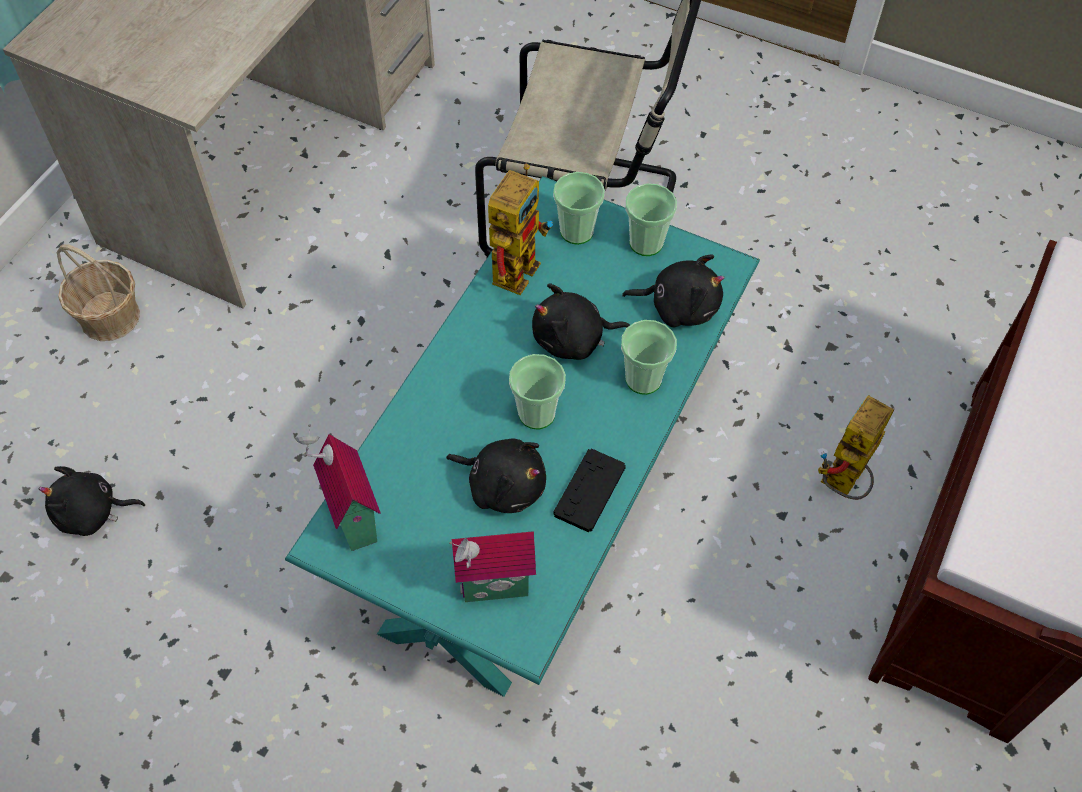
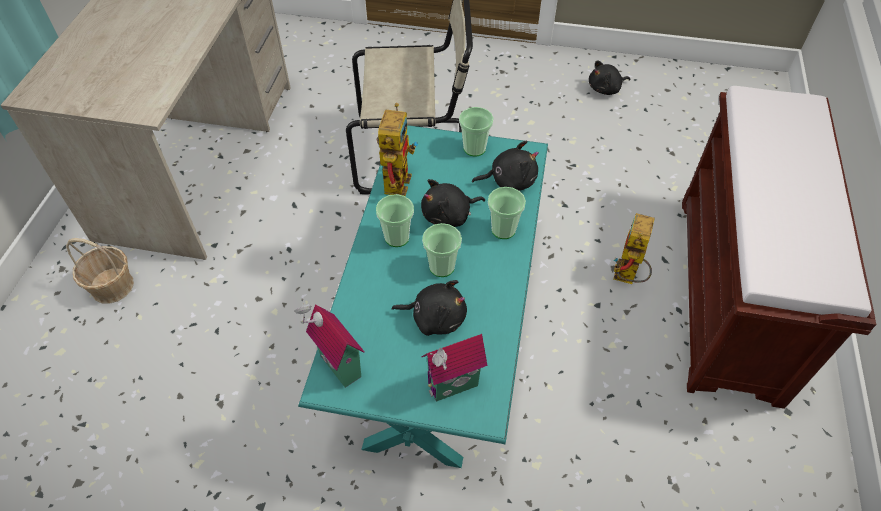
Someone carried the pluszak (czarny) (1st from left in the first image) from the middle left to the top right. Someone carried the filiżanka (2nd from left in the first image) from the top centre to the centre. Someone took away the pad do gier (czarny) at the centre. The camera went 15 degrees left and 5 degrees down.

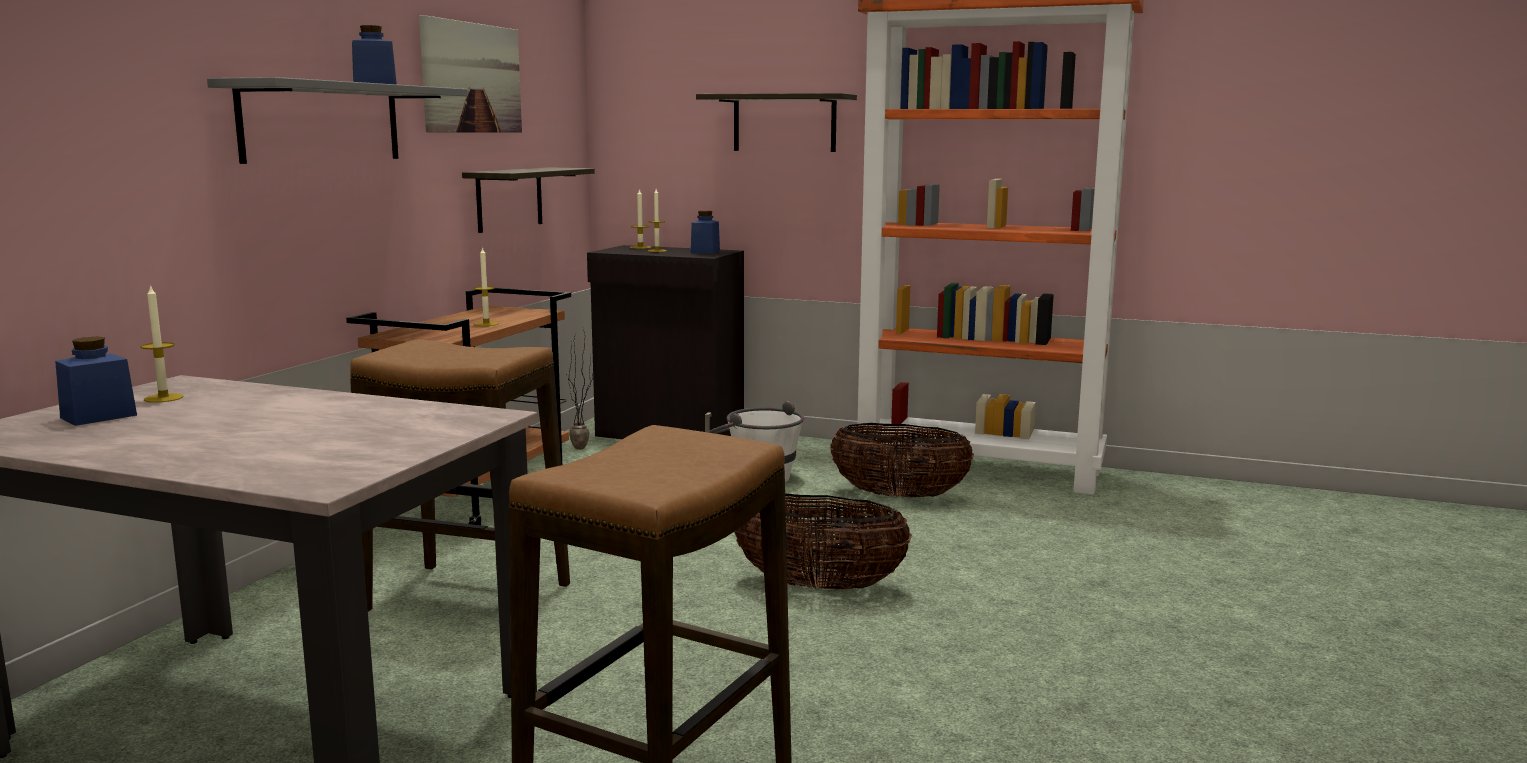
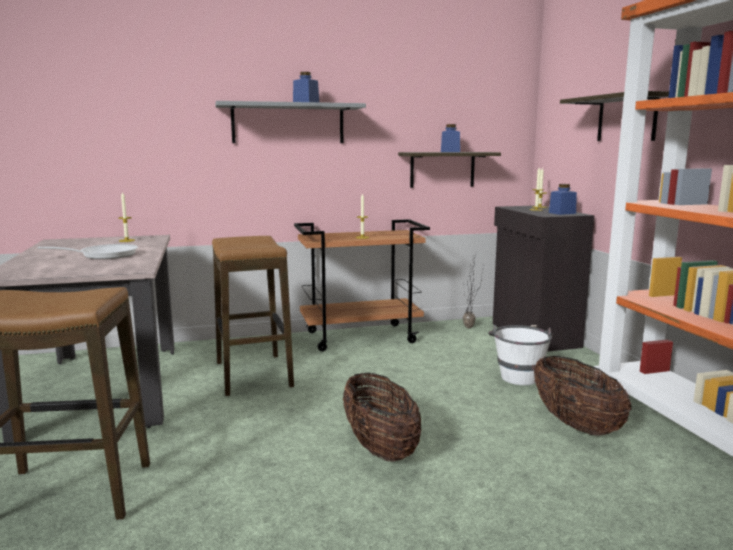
Someone carried the słoik (niebieski) (1st from left in the first image) from the middle left to the top centre. Someone took away the obraz at the top left. Someone put down the patelnia at the middle left. The camera went 55 degrees right and 0 degrees up.

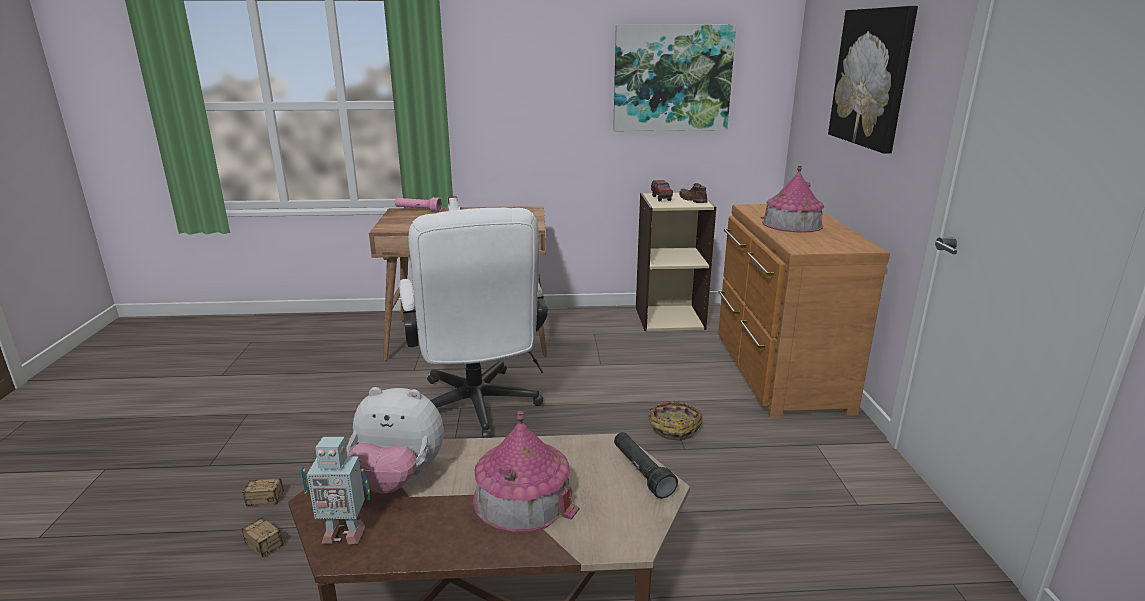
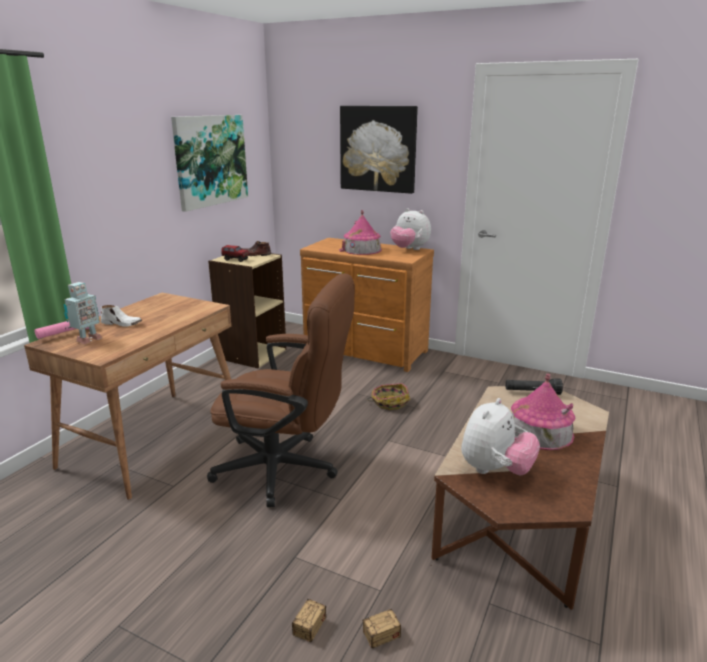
Someone carried the robot zabawkowy from the bottom left to the middle left. Someone repainted the krzesło biurowe (biały) at the centre, which became the krzesło biurowe (brązowy) at the centre. Someone put down the pluszak (1st from left) at the centre. The camera went 60 degrees left and 0 degrees up.

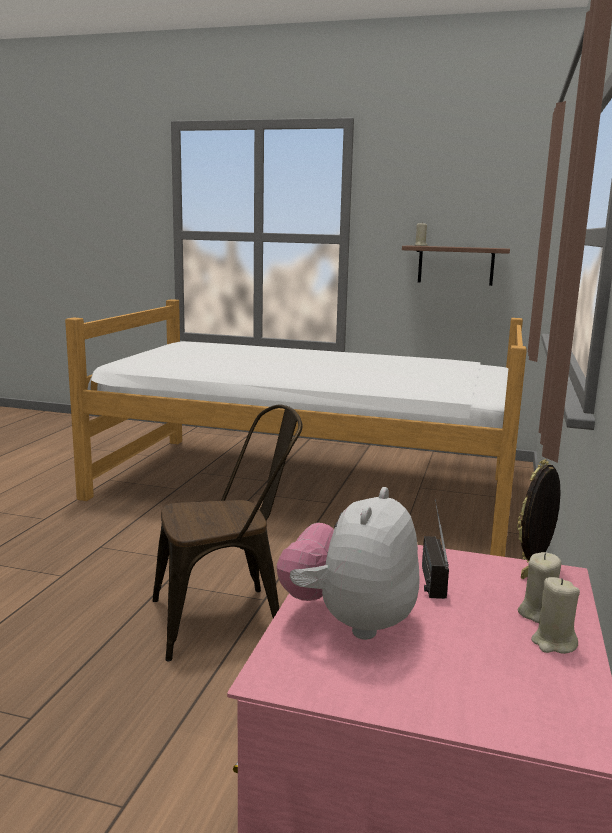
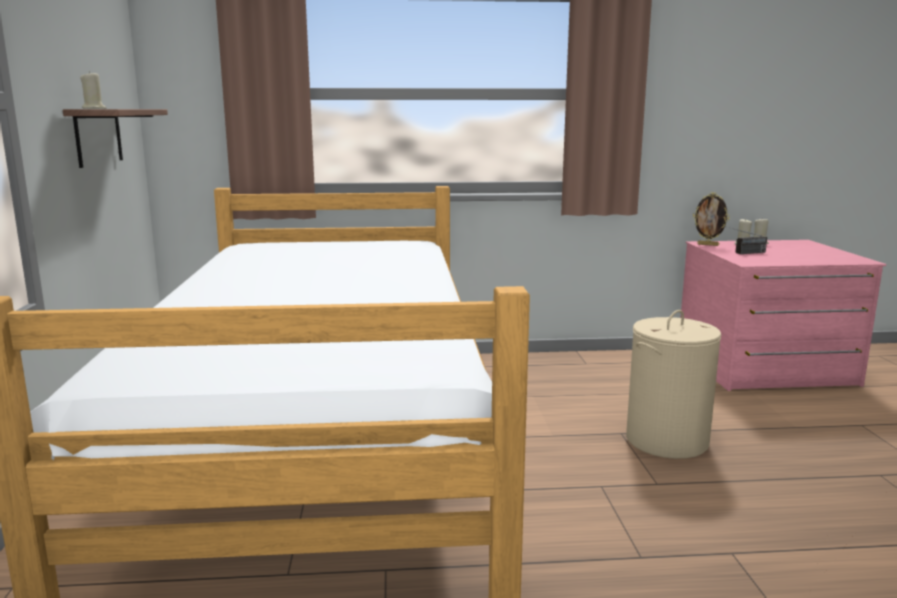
Someone swapped the krzesło (brązowy) at the centre for the kosz na pranie (beżowy) at the middle right. Someone took away the pluszak at the bottom centre. The camera went 110 degrees left and 0 degrees up.

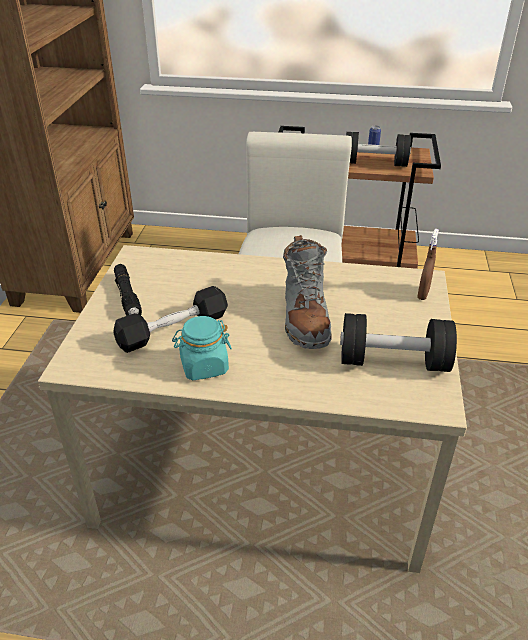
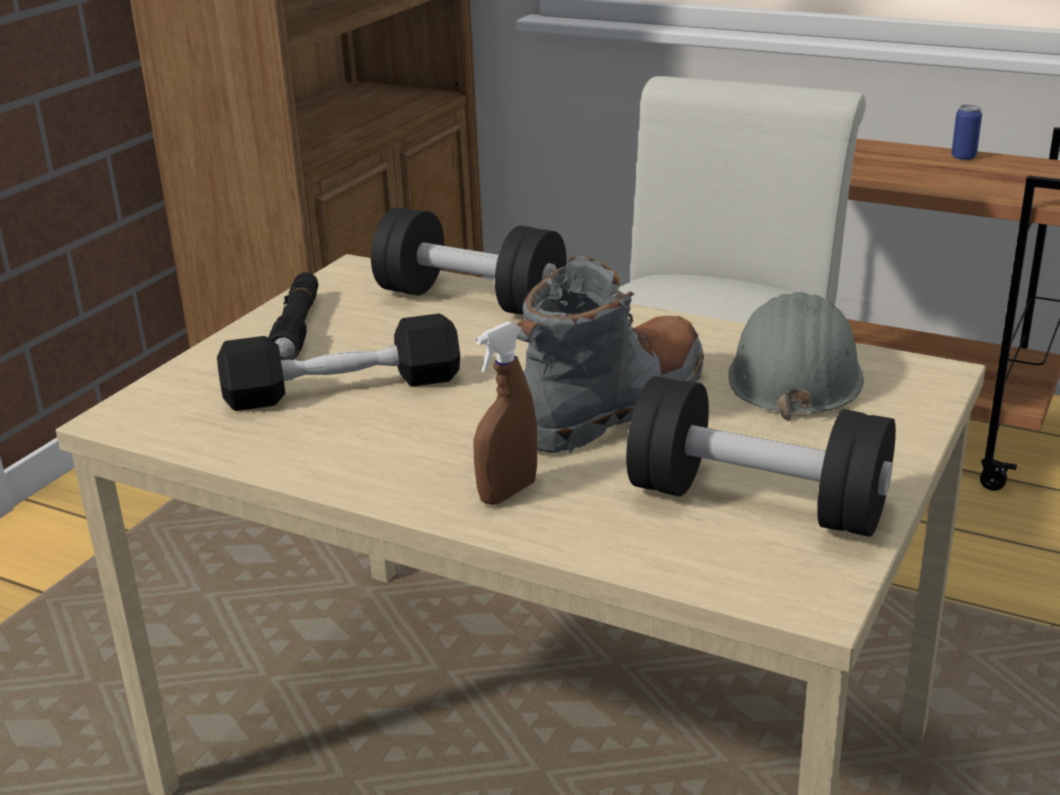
Someone took away the słoik (turkusowy) at the centre. Someone rotated the but z cholewką (szary) at the centre by 150 degrees counterclockwise. Someone carried the hantel (czarny) (2nd from left) from the top right to the top centre. Someone carried the spryskiwacz (brązowy) from the middle right to the centre. Someone put down the kask (szary) at the middle right. The camera went 20 degrees right and 10 degrees down.

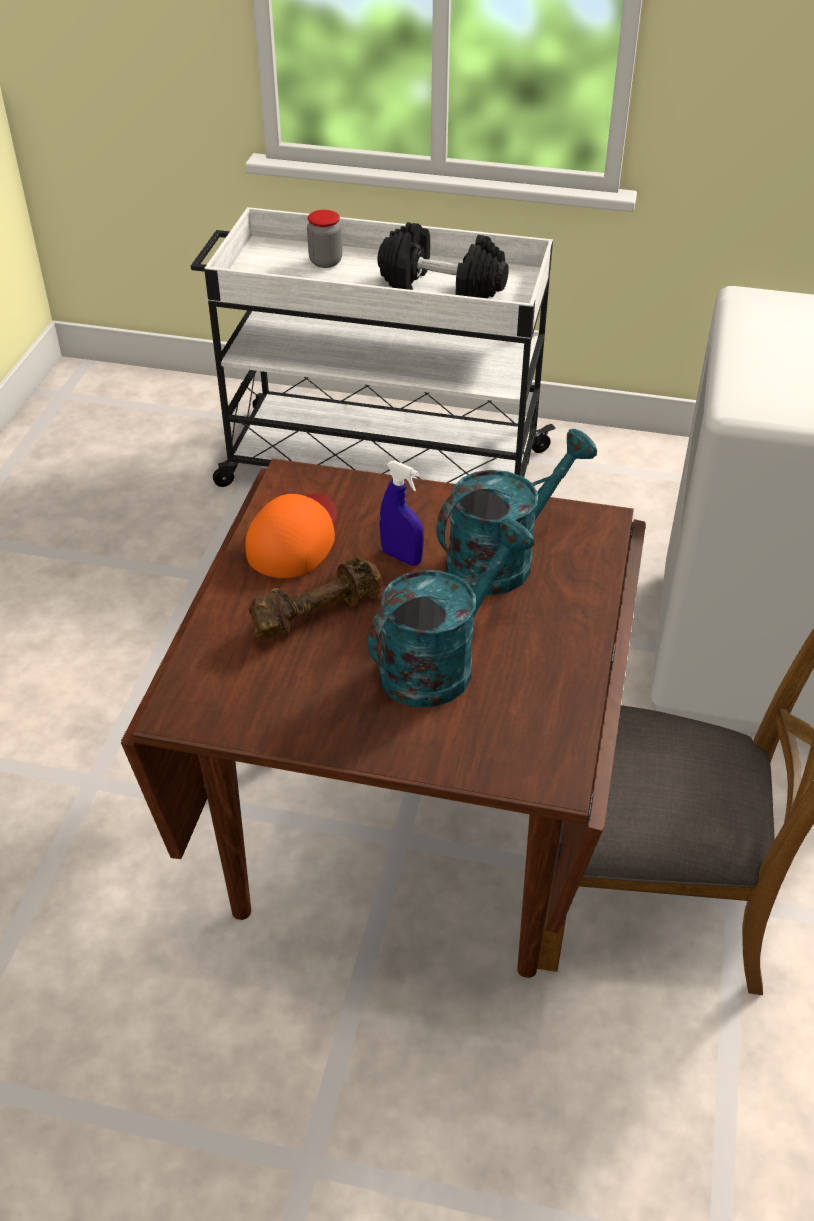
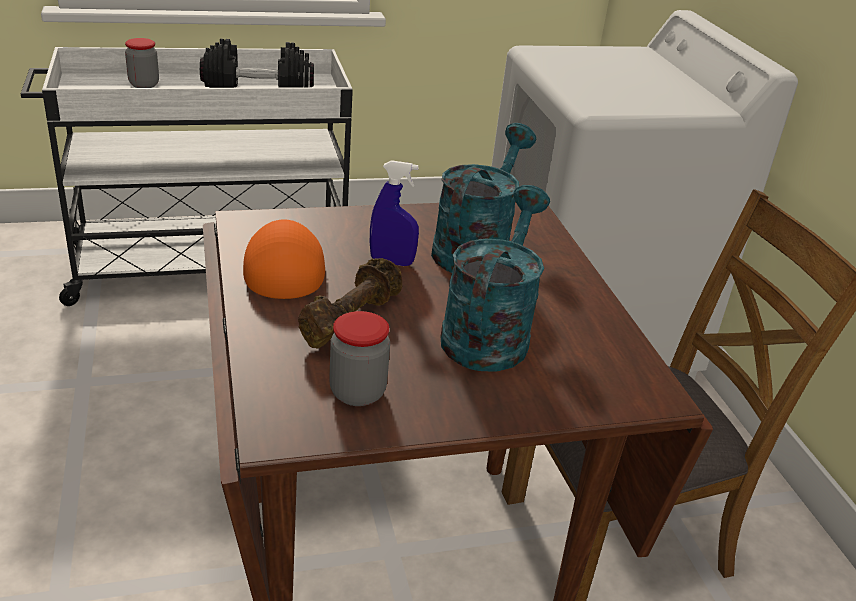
Someone put down the słoik (2nd from left) at the centre. The camera went 30 degrees left and 10 degrees down.

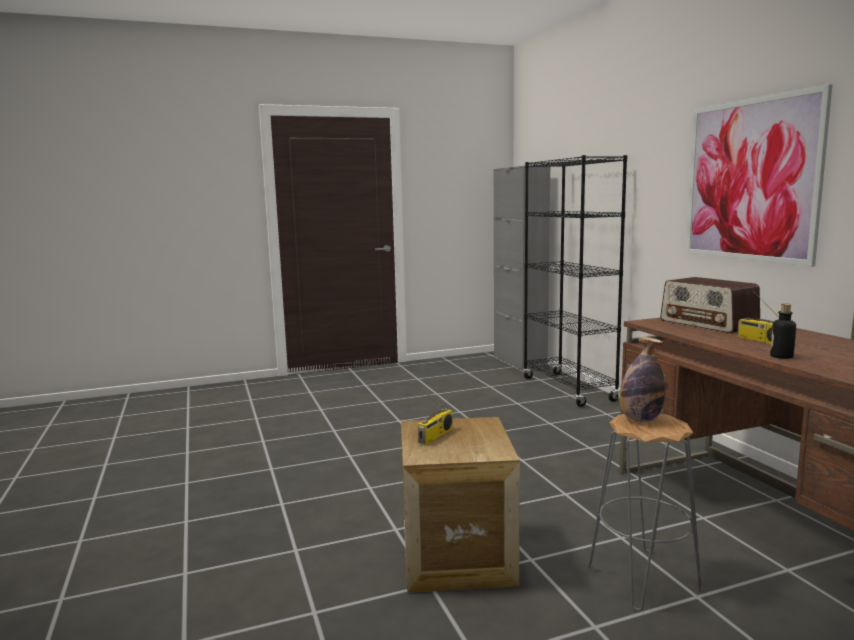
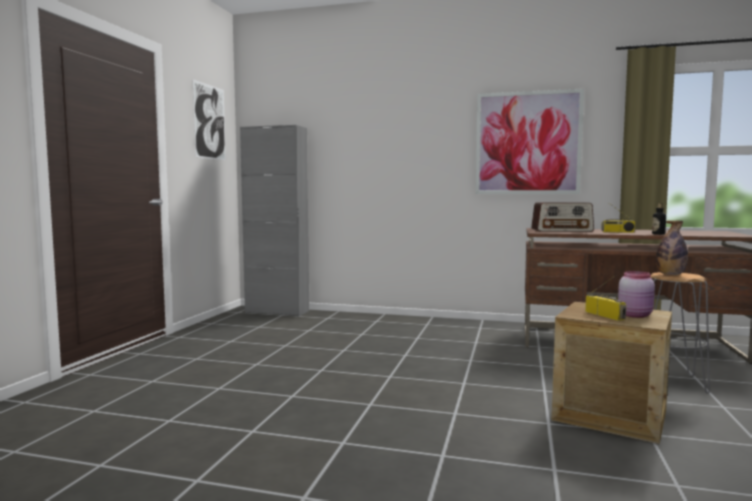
Someone took away the regał (czarny) at the middle right. Someone put up the obraz (1st from left) at the top left. Someone put down the słoik (różowy) at the middle right. The camera went 55 degrees left and 5 degrees down.

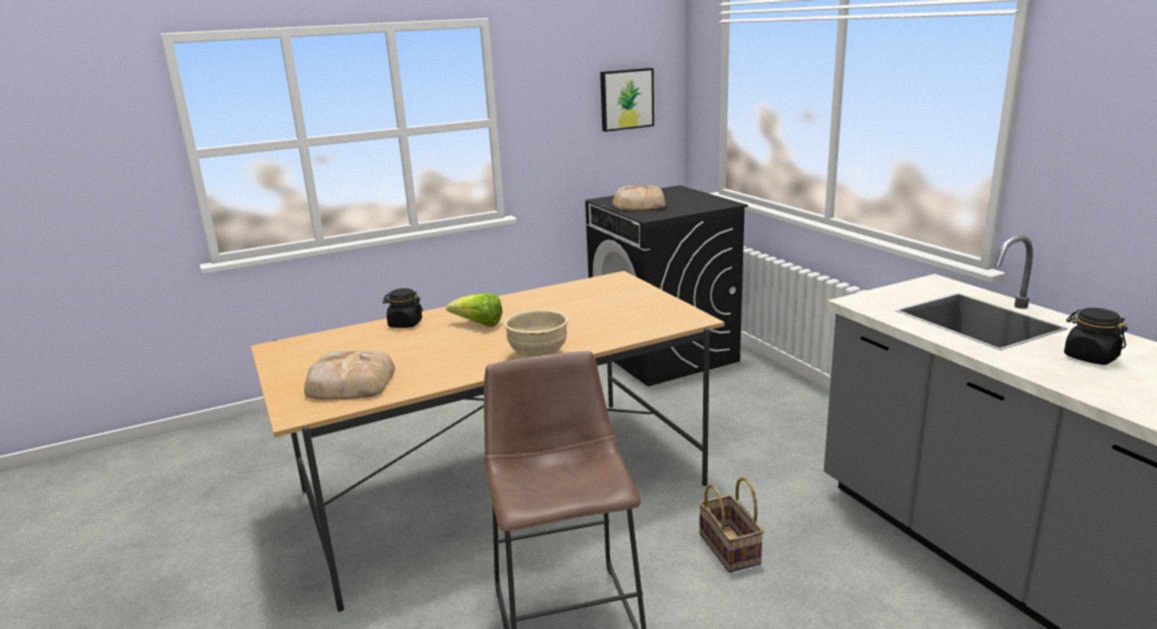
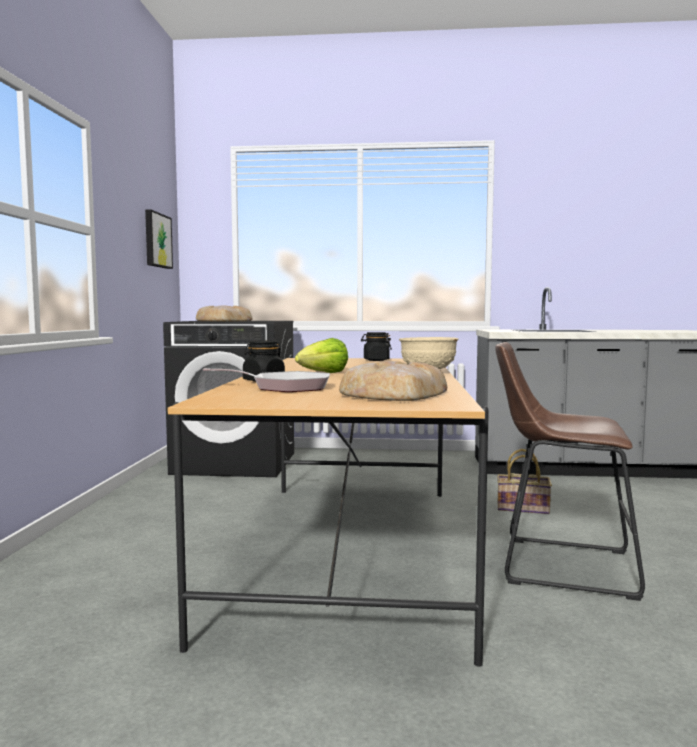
Someone carried the słoik (czarny) (2nd from left) from the middle right to the centre. Someone put down the patelnia at the centre. The camera went 60 degrees left and 15 degrees down.

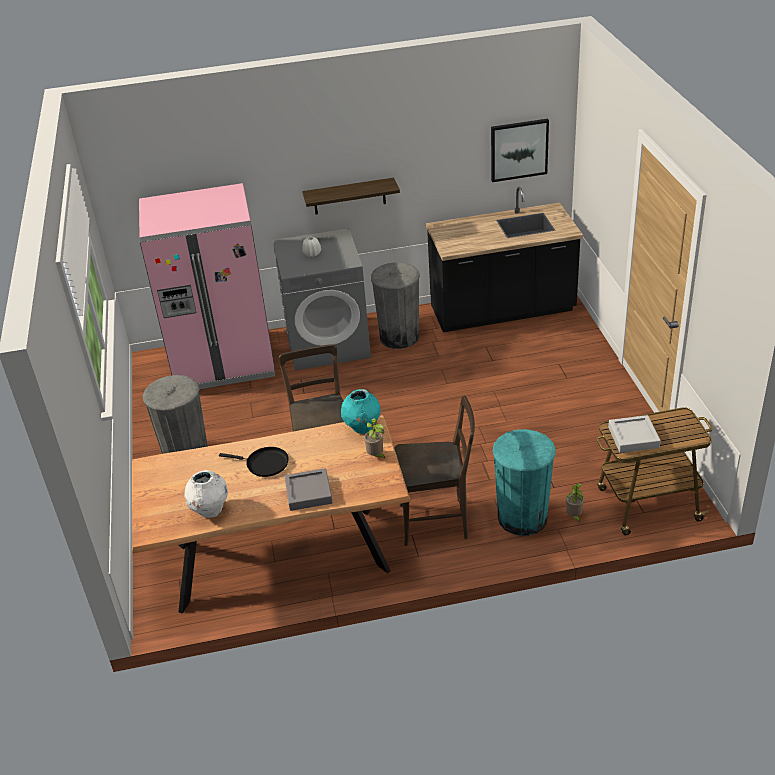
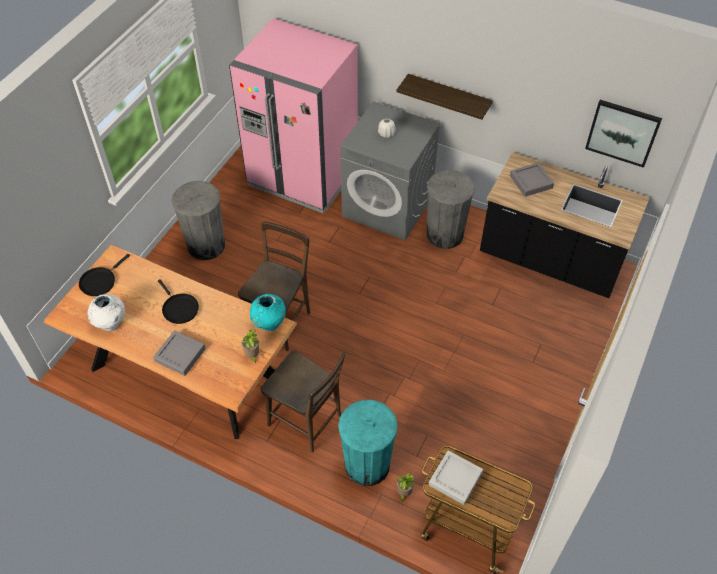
Someone put down the patelnia (czarny) (1st from left) at the middle left. Someone put down the taca (szary) (3rd from left) at the top right. The camera went 35 degrees right and 15 degrees up.

